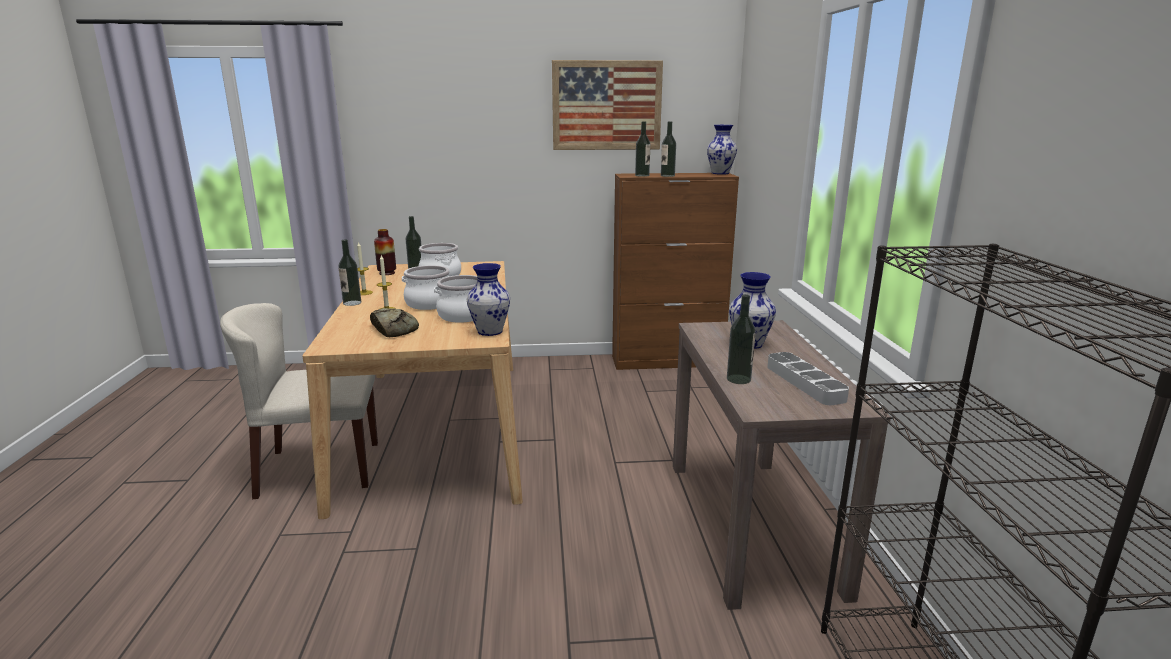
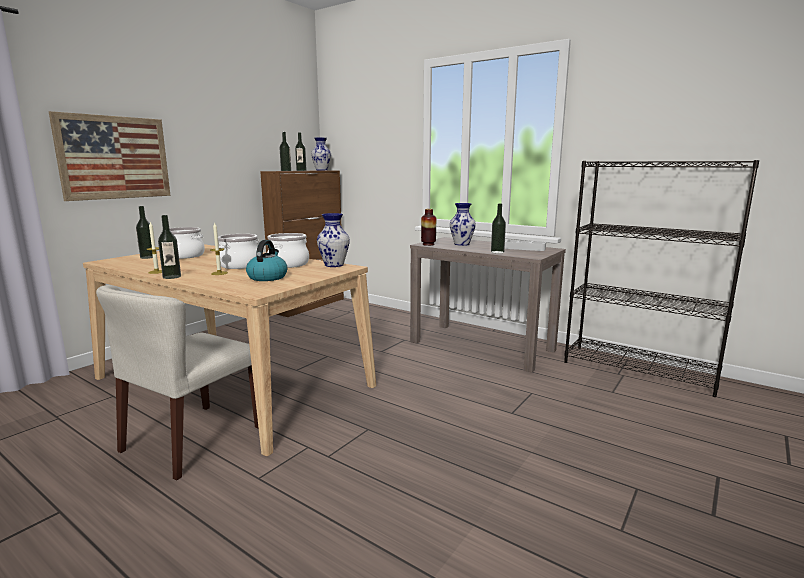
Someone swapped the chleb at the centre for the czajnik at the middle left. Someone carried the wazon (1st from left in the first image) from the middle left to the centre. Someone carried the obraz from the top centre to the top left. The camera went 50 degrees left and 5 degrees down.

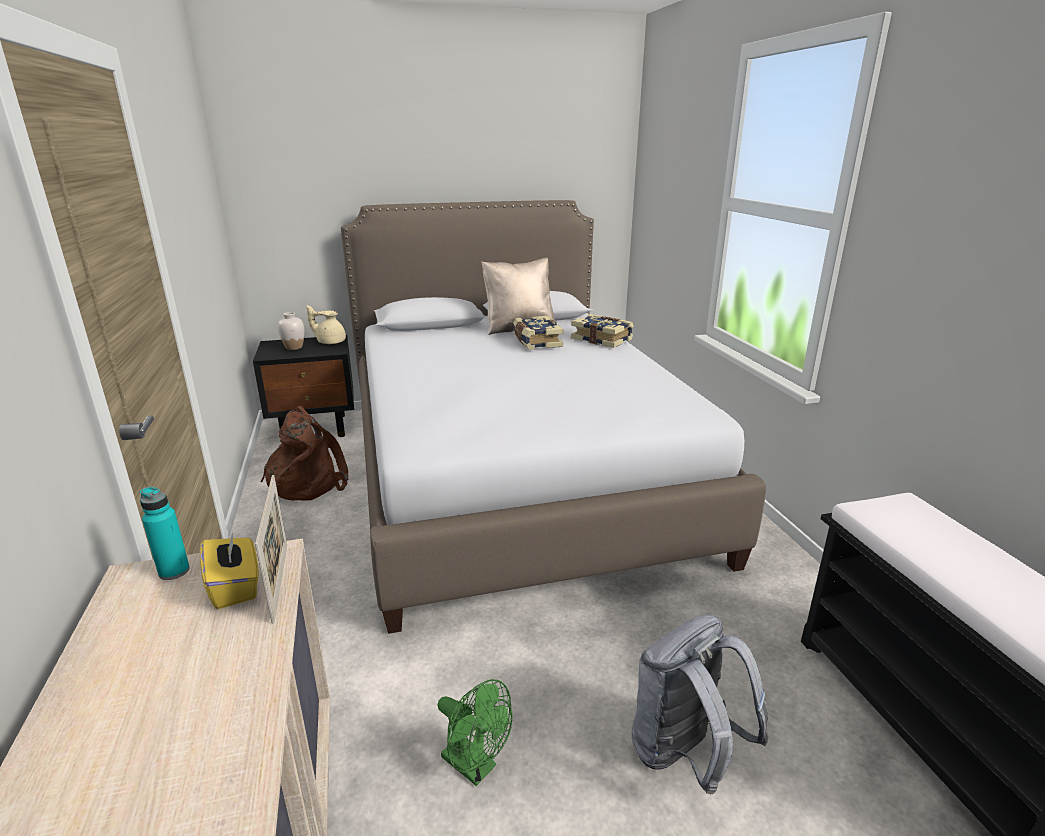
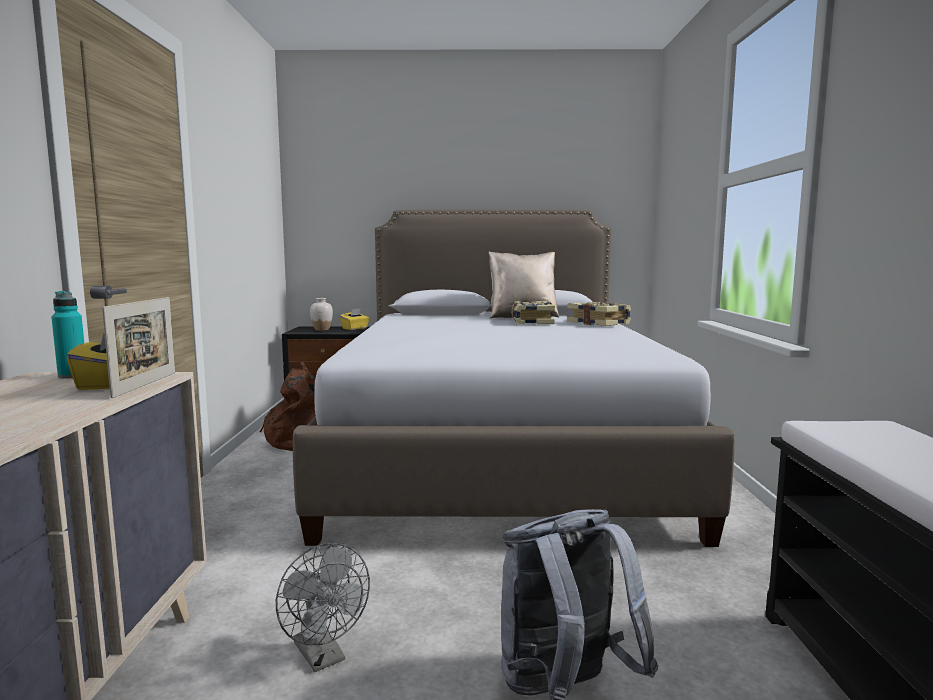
Someone swapped the imbryk (beżowy) at the middle left for the pudełko chusteczek (żółty) (2nd from left) at the centre. Someone repainted the wentylator (zielony) at the bottom centre, which became the wentylator (szary) at the bottom centre. The camera went 15 degrees right and 15 degrees down.

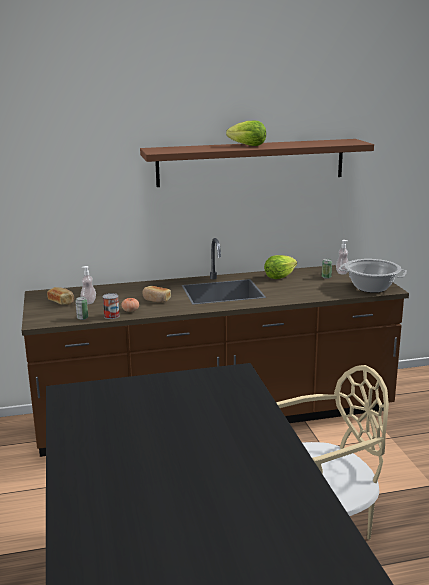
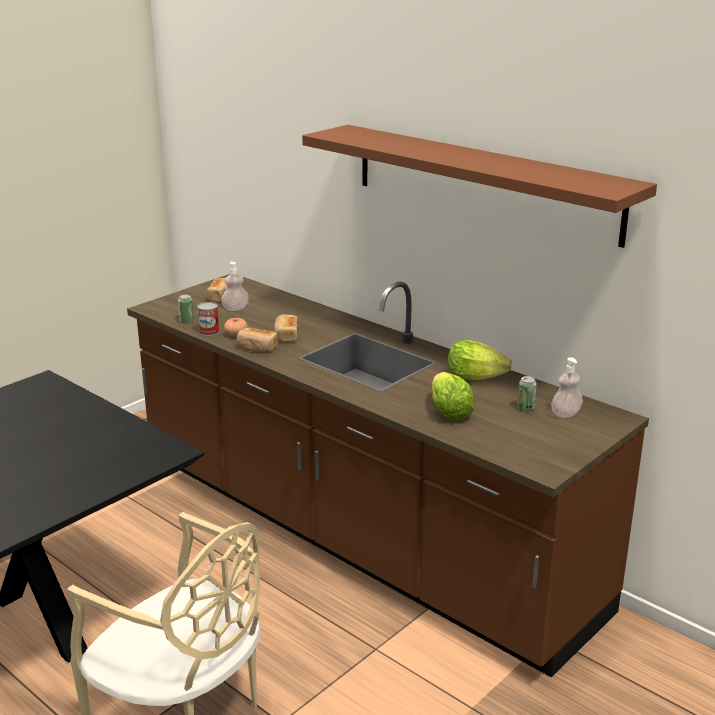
Someone carried the sałata (1st from left) from the top centre to the centre. Someone took away the garnek at the middle right. Someone put down the chleb (2nd from left) at the centre. The camera went 55 degrees right and 5 degrees up.

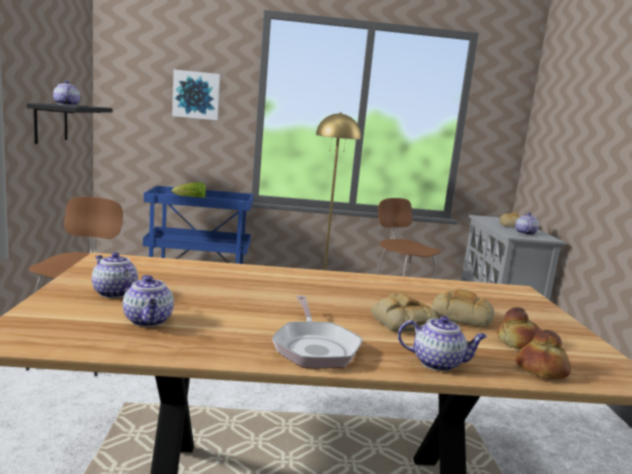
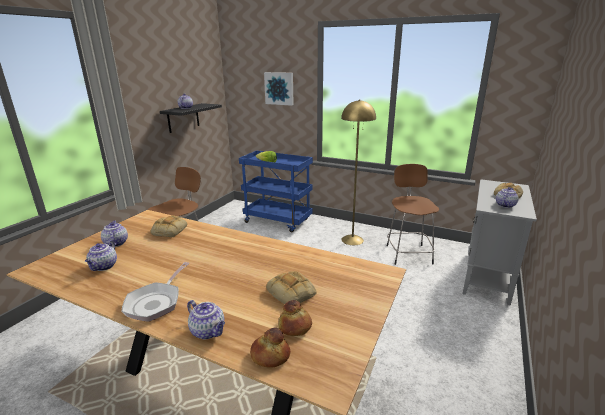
Someone carried the chleb (1st from left) from the centre to the middle left. The camera went 30 degrees right and 10 degrees up.

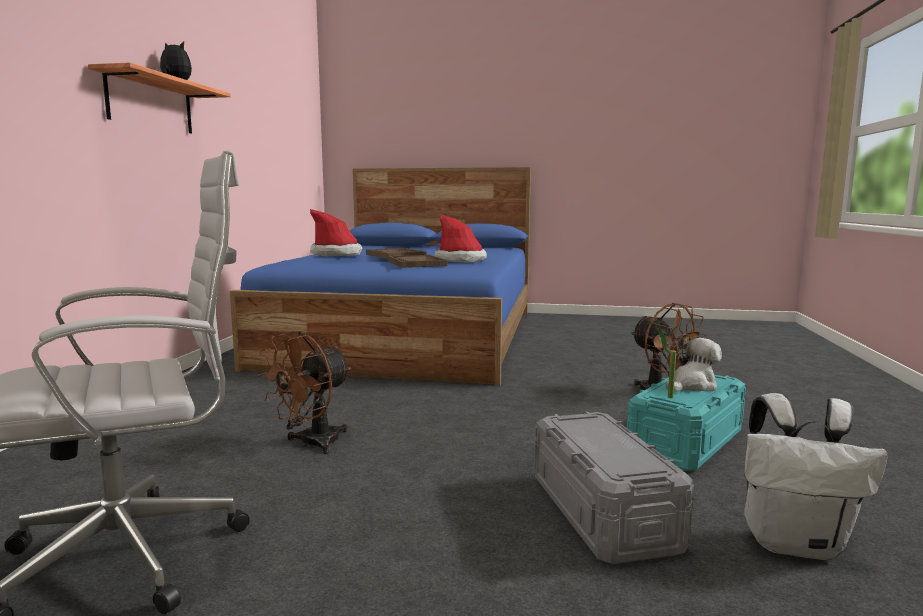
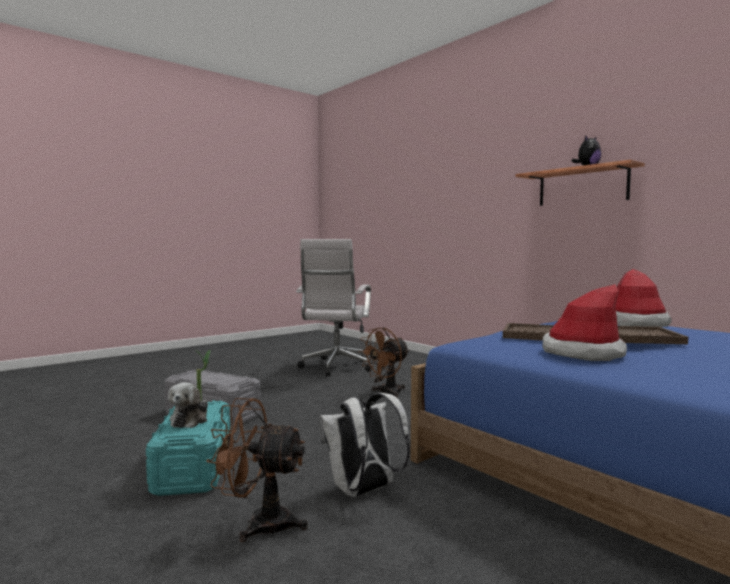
Someone rotated the wentylator (brązowy) (1st from left in the first image) at the middle left by 120 degrees counterclockwise. Someone carried the plecak (biały) from the bottom right to the bottom centre. The camera went 130 degrees right and 5 degrees down.

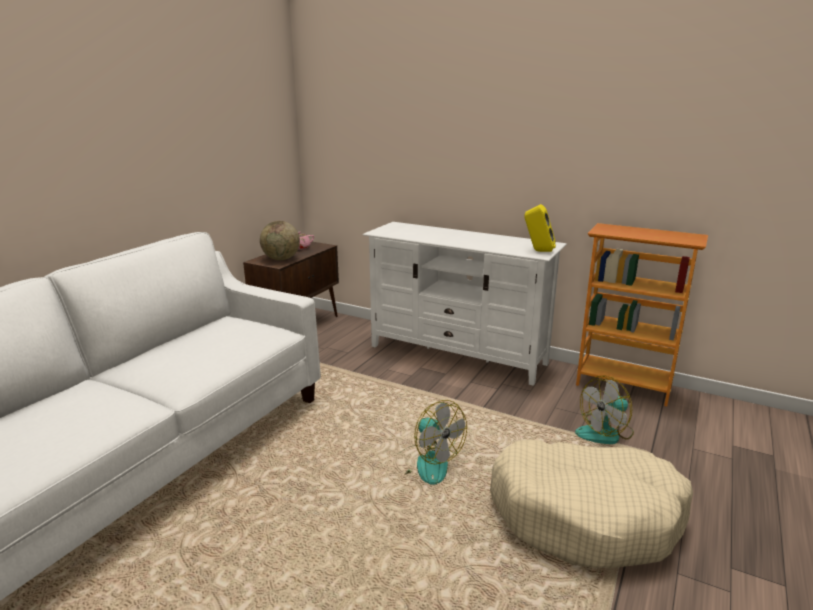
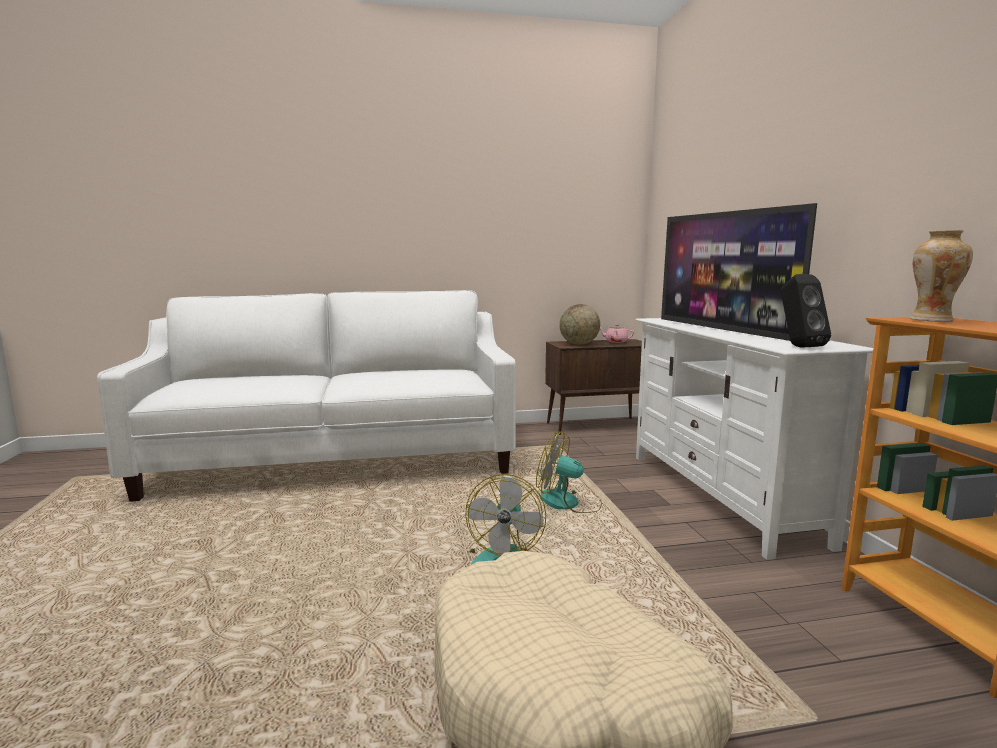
Someone repainted the głośnik (żółty) at the centre, which became the głośnik (czarny) at the middle right. Someone carried the wentylator (2nd from left) from the bottom right to the centre. Someone put down the telewizor at the middle right. Someone put down the wazon at the middle right. The camera went 50 degrees right and 10 degrees down.

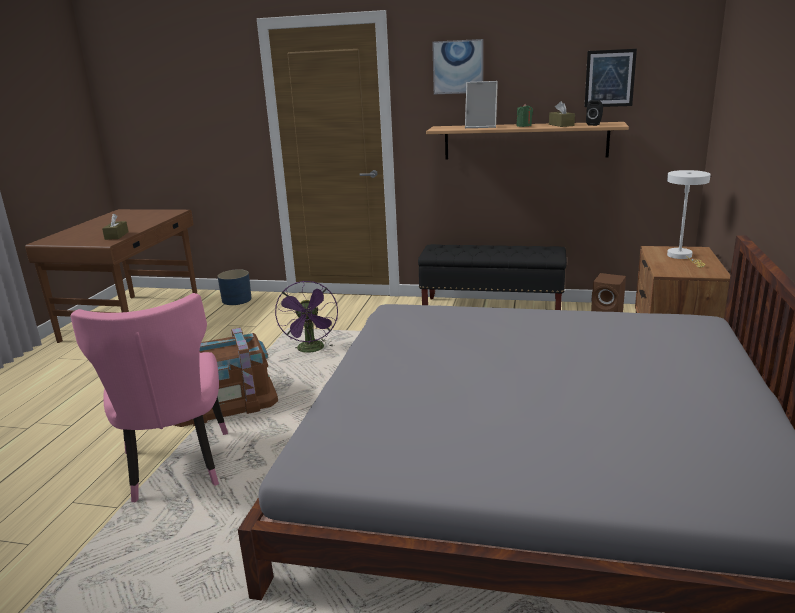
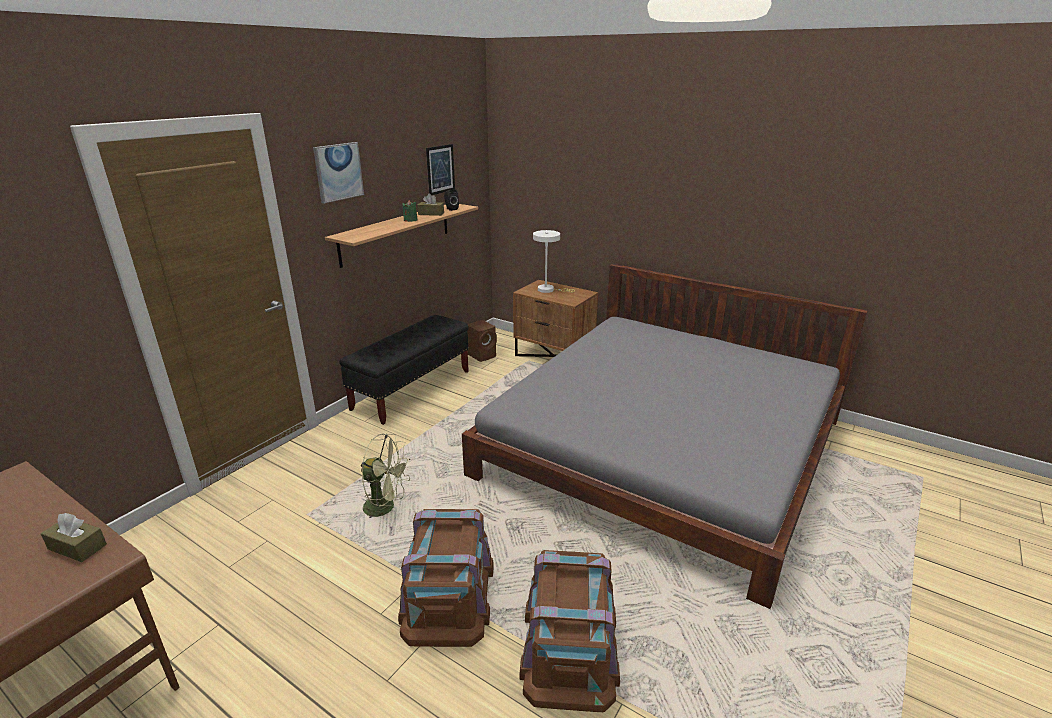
Someone swapped the krzesło (różowy) at the middle left for the pojemnik do przechowywania (brązowy) (2nd from left) at the bottom centre. Someone took away the donica (niebieski) at the middle left. Someone repainted the wentylator (fioletowy) at the centre, which became the wentylator (zielony) at the centre. Someone took away the ramka na zdjęcie at the top centre. The camera went 70 degrees left and 5 degrees up.

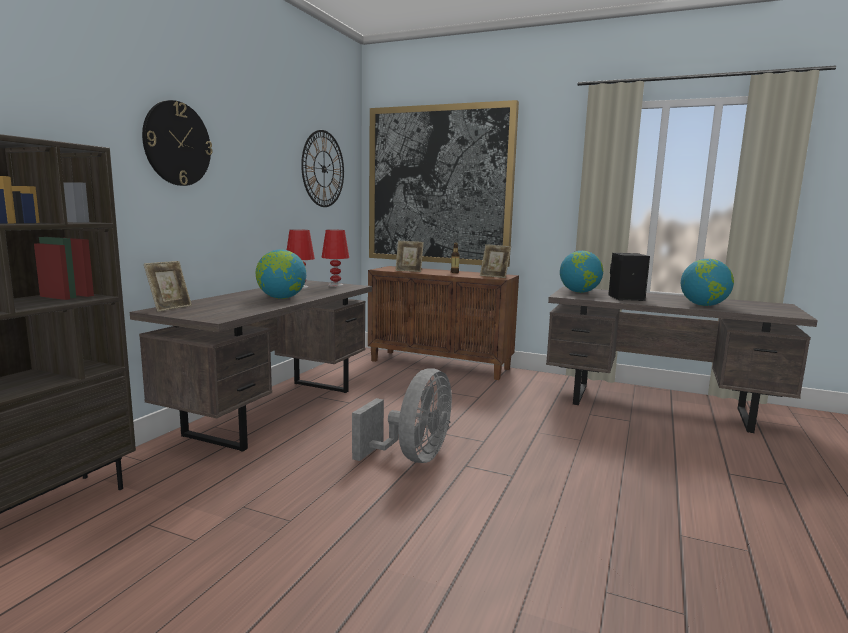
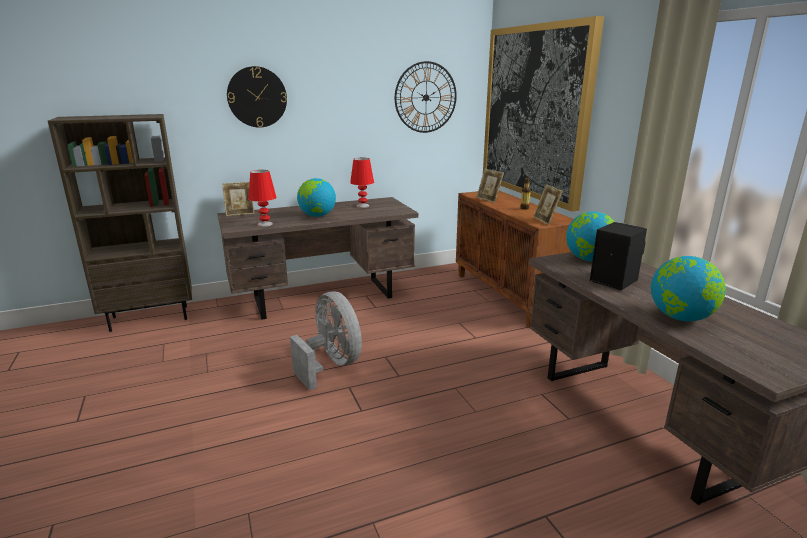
Someone carried the lampa stołowa (czerwony) (2nd from left in the first image) from the centre to the middle left. Someone rotated the wentylator (szary) at the centre by 105 degrees counterclockwise. The camera went 45 degrees right and 10 degrees up.

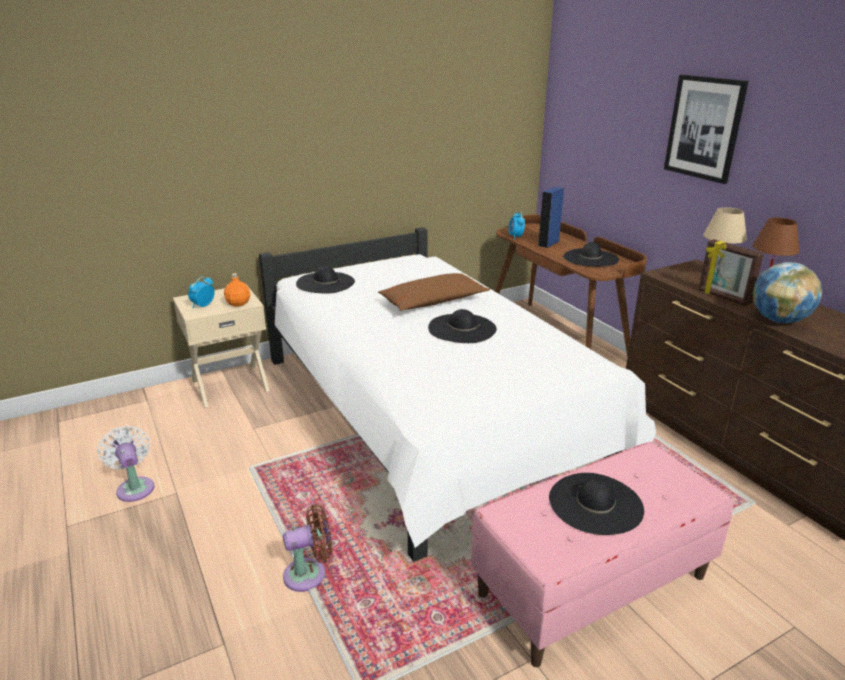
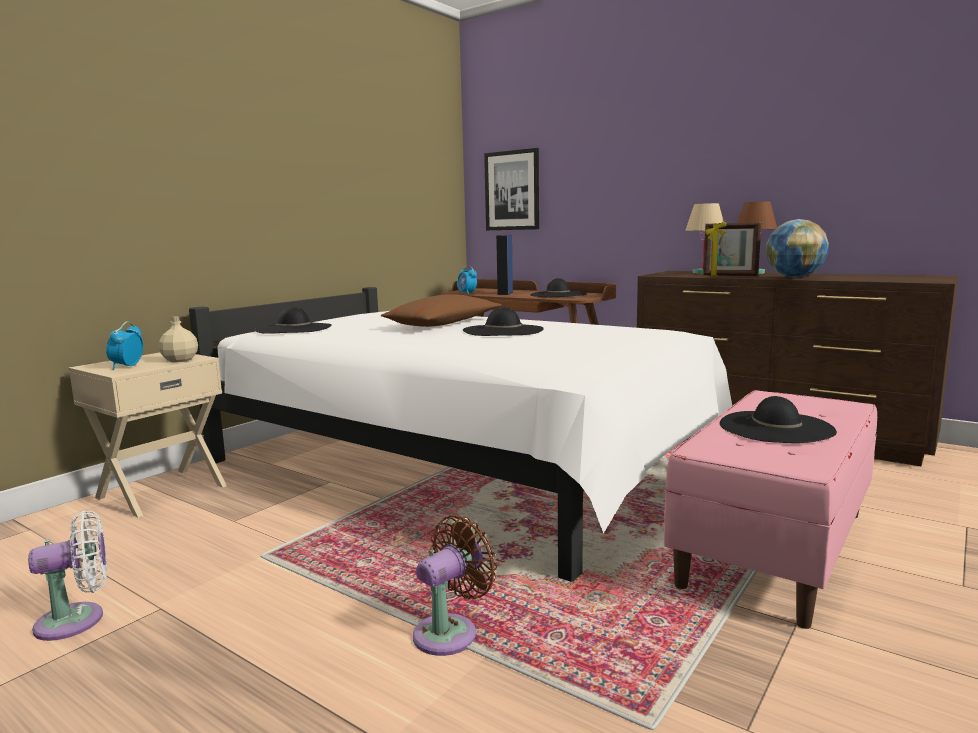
Someone rotated the wentylator (biały) at the bottom left by 120 degrees clockwise. Someone repainted the butelka (pomarańczowy) at the middle left, which became the butelka (beżowy) at the middle left. Someone carried the obraz from the top right to the top centre. The camera went 25 degrees left and 15 degrees down.

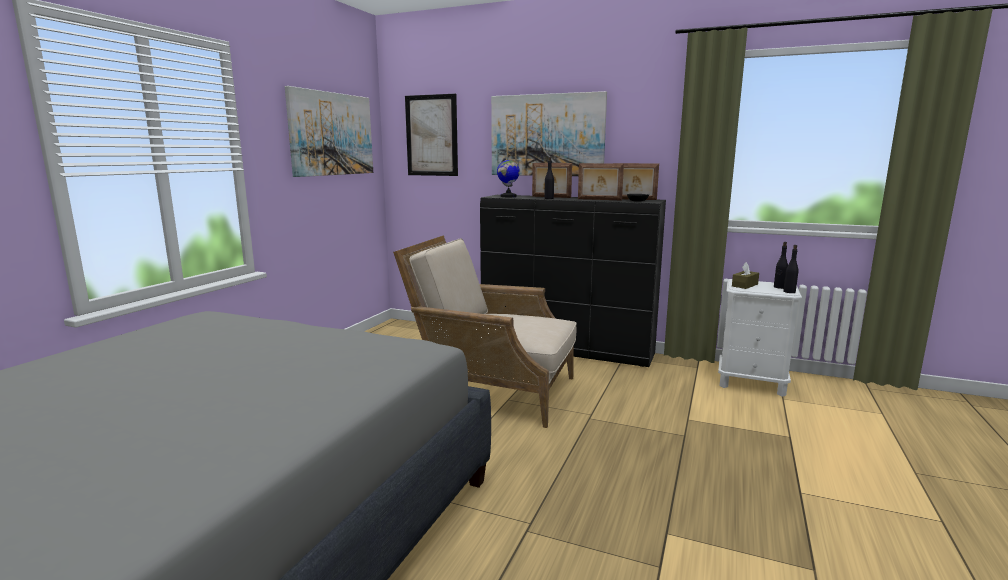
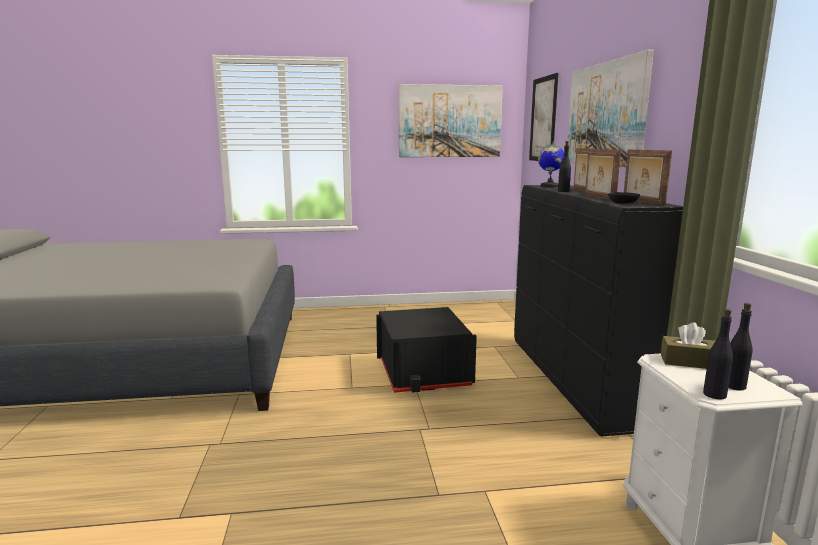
Someone swapped the fotel (beżowy) at the centre for the pojemnik do przechowywania (czarny) at the centre. The camera went 60 degrees right and 0 degrees up.

